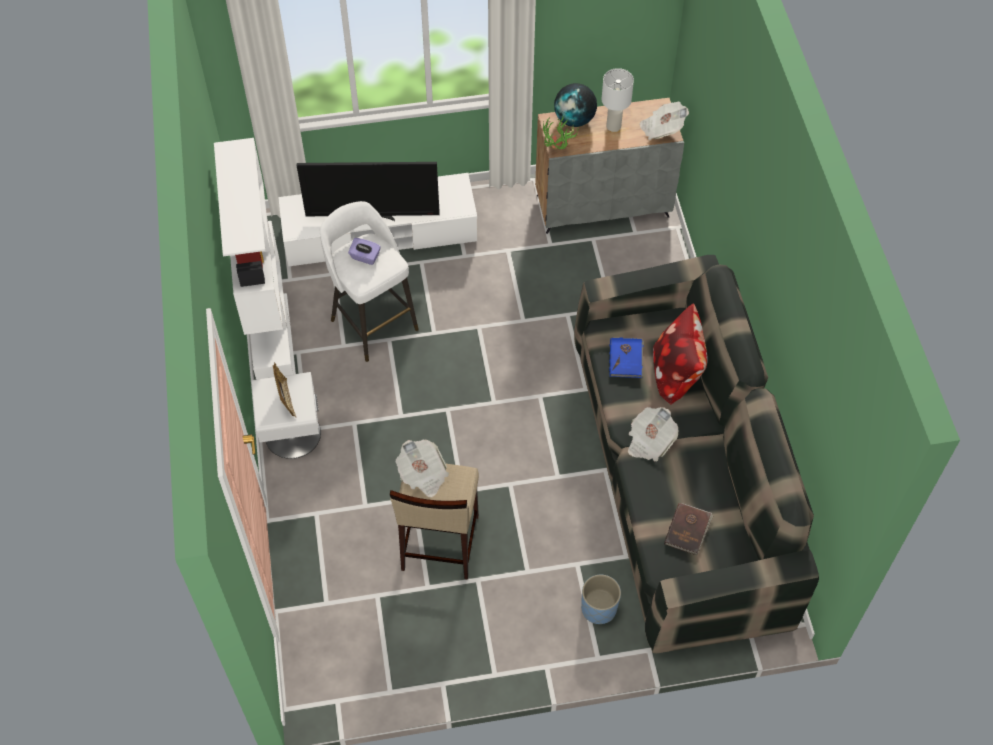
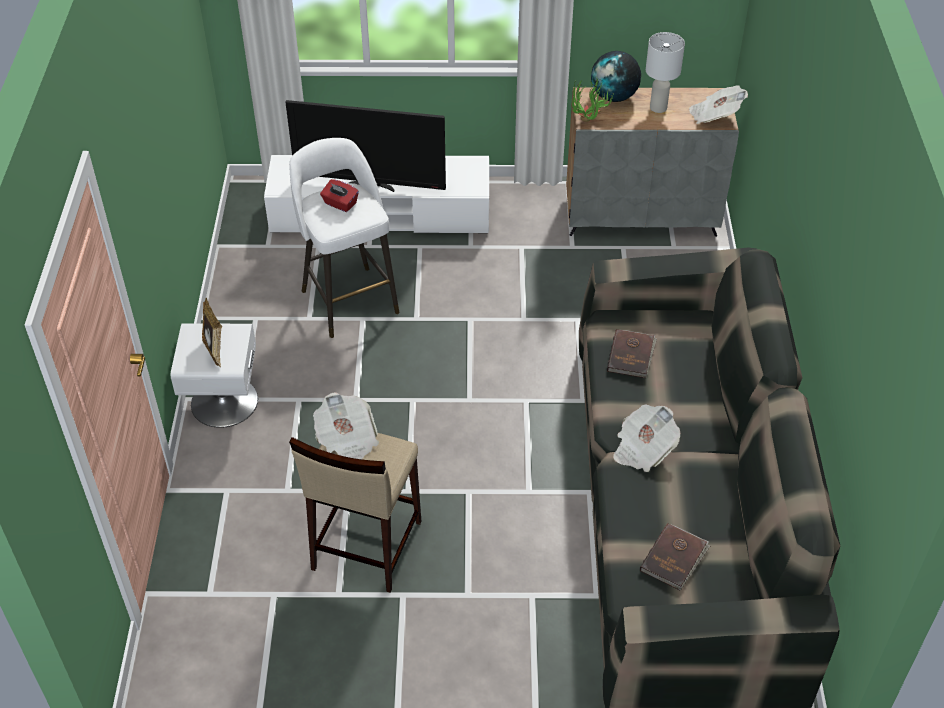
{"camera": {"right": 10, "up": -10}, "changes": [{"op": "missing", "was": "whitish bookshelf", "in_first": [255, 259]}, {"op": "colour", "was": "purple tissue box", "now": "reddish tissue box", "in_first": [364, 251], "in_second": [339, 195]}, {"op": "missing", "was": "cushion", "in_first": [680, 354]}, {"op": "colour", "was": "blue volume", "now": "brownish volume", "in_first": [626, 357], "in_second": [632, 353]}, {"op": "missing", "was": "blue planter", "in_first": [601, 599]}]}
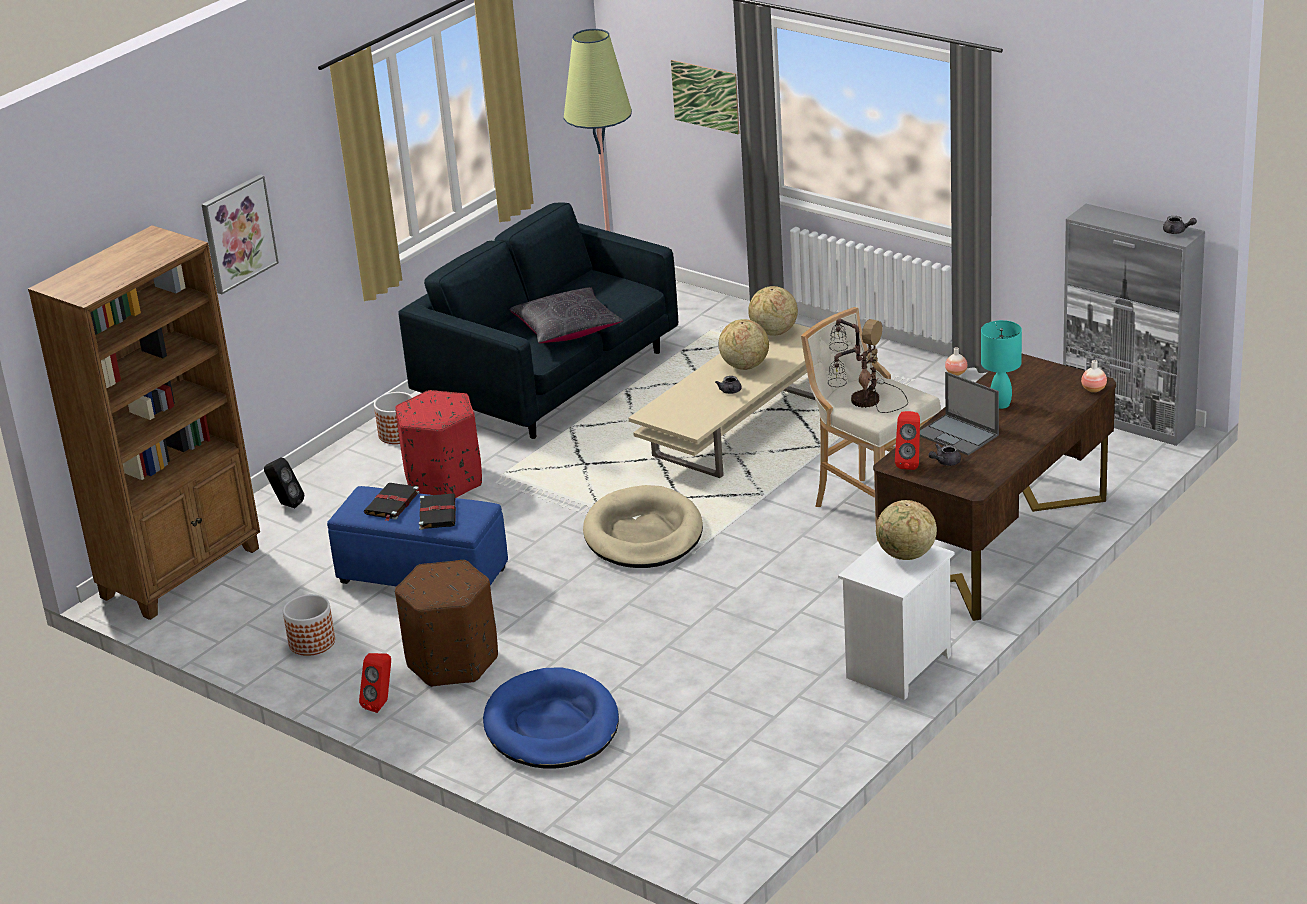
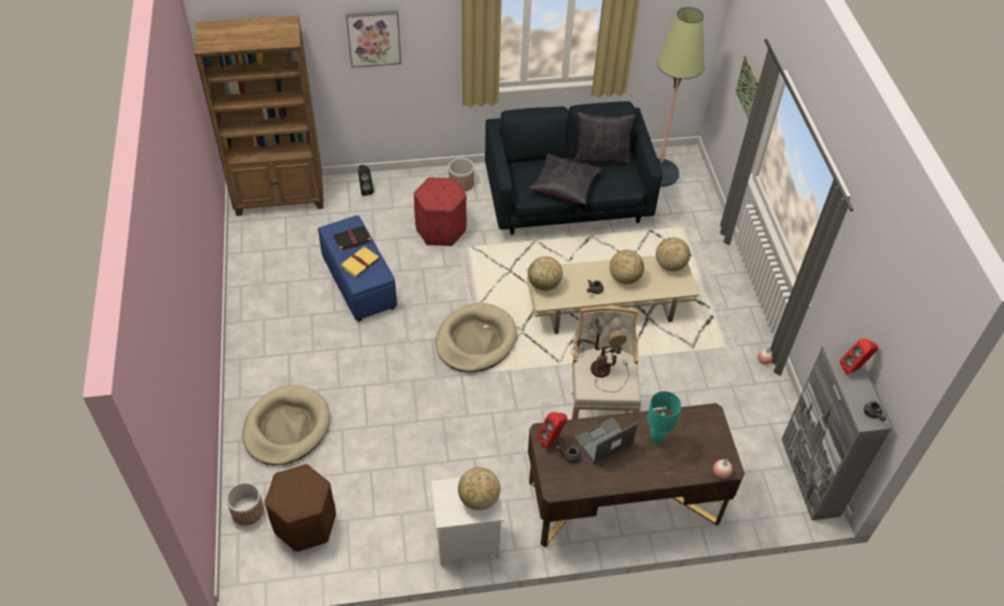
{"camera": {"right": 40, "up": 20}, "changes": [{"op": "spun", "was": "portable computer", "in_first": [959, 413], "in_second": [606, 440], "clockwise": 60}, {"op": "colour", "was": "black-coloured volume", "now": "yellow-coloured volume", "in_first": [437, 511], "in_second": [360, 261]}, {"op": "relocated", "was": "brownish ottoman", "in_first": [446, 623], "in_second": [300, 508]}, {"op": "relocated", "was": "planter", "in_first": [309, 625], "in_second": [245, 503]}, {"op": "relocated", "was": "reddish loudspeaker", "in_first": [375, 683], "in_second": [859, 356]}, {"op": "colour", "was": "blue dog cushion", "now": "beige-coloured dog cushion", "in_first": [551, 718], "in_second": [286, 425]}, {"op": "appeared", "now": "black-coloured cushion", "in_second": [605, 139]}, {"op": "appeared", "now": "globe", "in_second": [545, 273]}]}
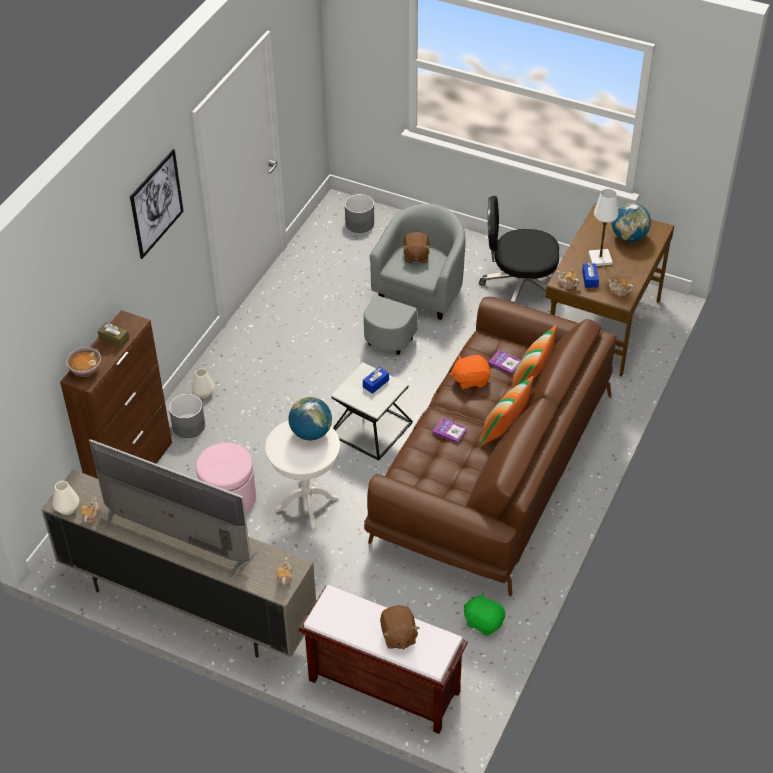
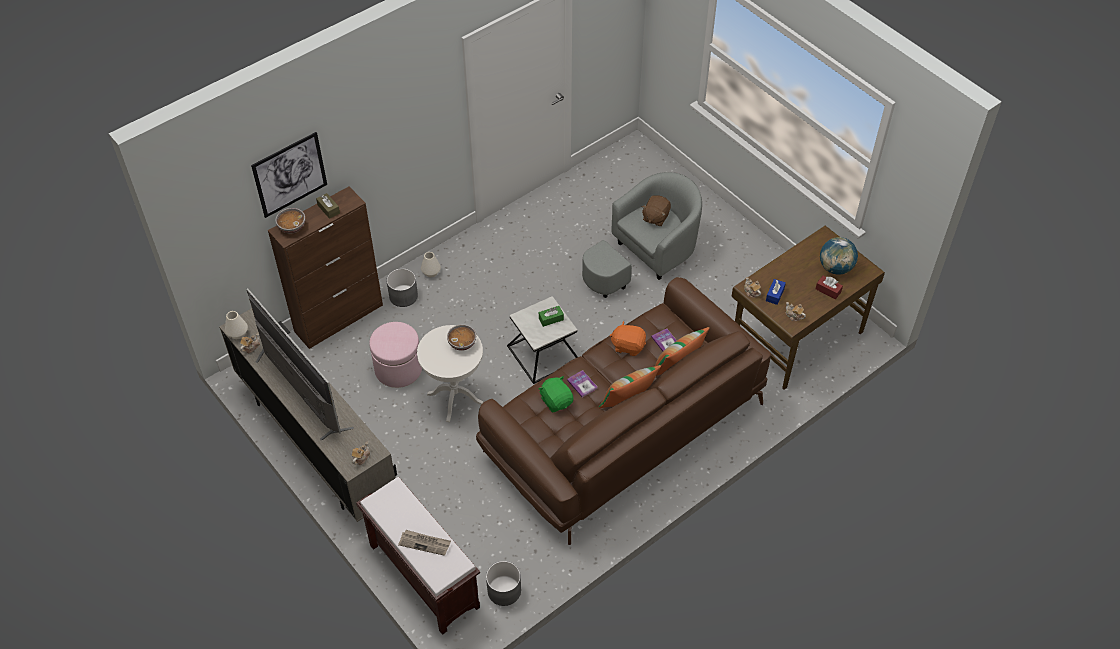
{"camera": {"right": 25, "up": 5}, "changes": [{"op": "relocated", "was": "wall art", "in_first": [157, 204], "in_second": [289, 175]}, {"op": "missing", "was": "whitish tabletop lamp", "in_first": [603, 227]}, {"op": "relocated", "was": "grey planter", "in_first": [359, 213], "in_second": [503, 583]}, {"op": "missing", "was": "black-coloured computer chair", "in_first": [519, 250]}, {"op": "colour", "was": "blue tissue box", "now": "greenish tissue box", "in_first": [376, 380], "in_second": [551, 316]}, {"op": "exchanged", "was": "globe", "now": "deep dish", "in_first": [310, 418], "in_second": [461, 337]}, {"op": "relocated", "was": "greenish cuddly toy", "in_first": [484, 614], "in_second": [556, 394]}, {"op": "exchanged", "was": "brownish cuddly toy", "now": "newspaper", "in_first": [400, 627], "in_second": [424, 543]}, {"op": "appeared", "now": "reddish tissue box", "in_second": [829, 287]}]}
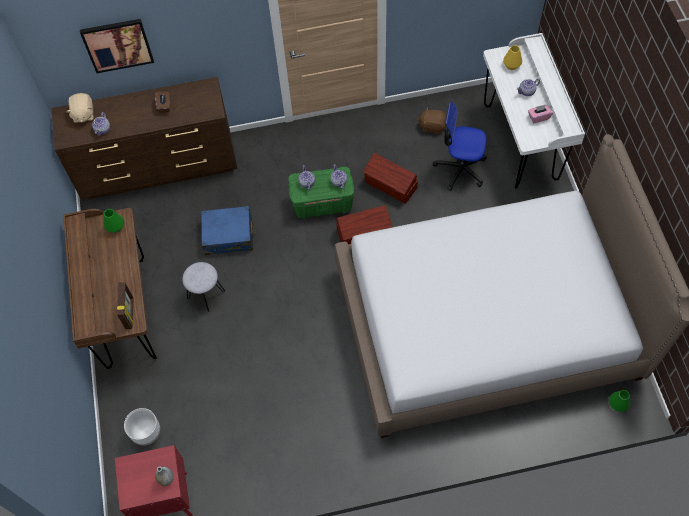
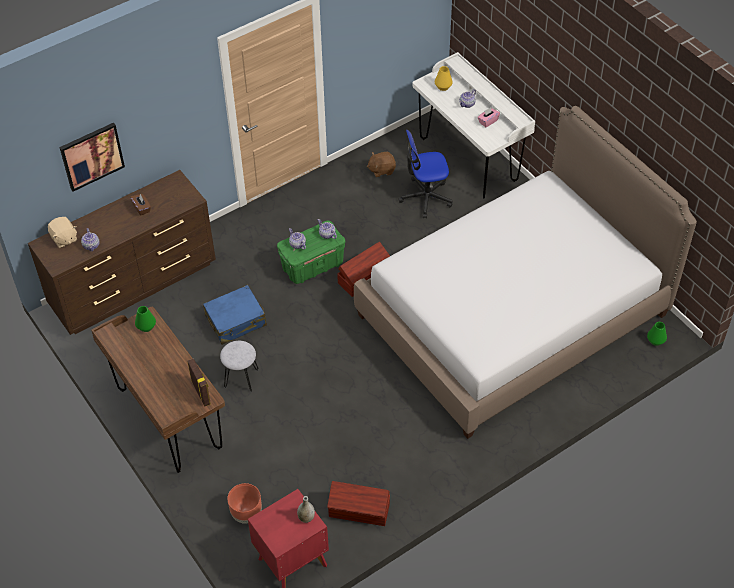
{"camera": {"right": -25, "up": -10}, "changes": [{"op": "relocated", "was": "brownish storage box", "in_first": [390, 178], "in_second": [358, 503]}, {"op": "colour", "was": "whitish planter", "now": "brownish planter", "in_first": [142, 427], "in_second": [244, 503]}]}
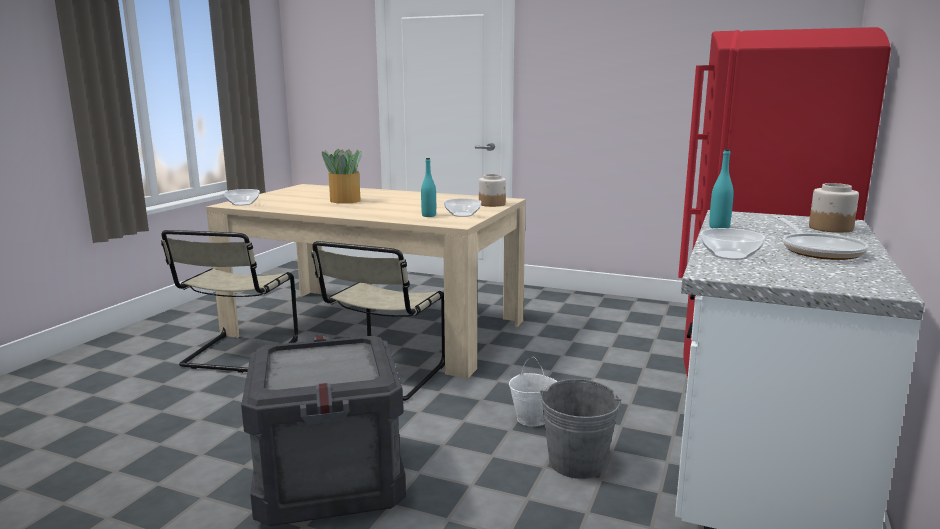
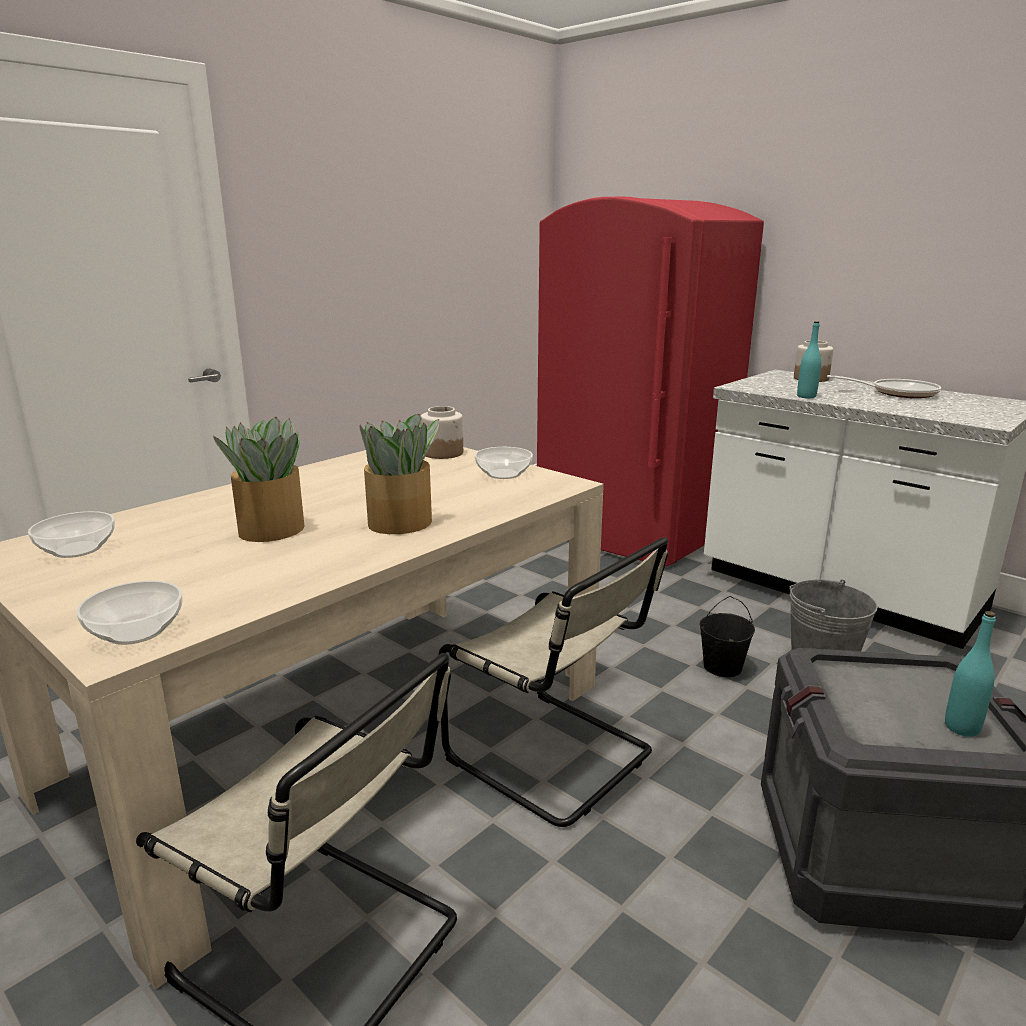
{"camera": {"right": -70, "up": 5}, "changes": [{"op": "relocated", "was": "blue-green drink bottle", "in_first": [428, 187], "in_second": [970, 674]}, {"op": "relocated", "was": "deep dish", "in_first": [732, 244], "in_second": [71, 534]}, {"op": "colour", "was": "whitish bucket", "now": "black-coloured bucket", "in_first": [533, 391], "in_second": [727, 636]}, {"op": "appeared", "now": "plant in a pot", "in_second": [399, 474]}]}
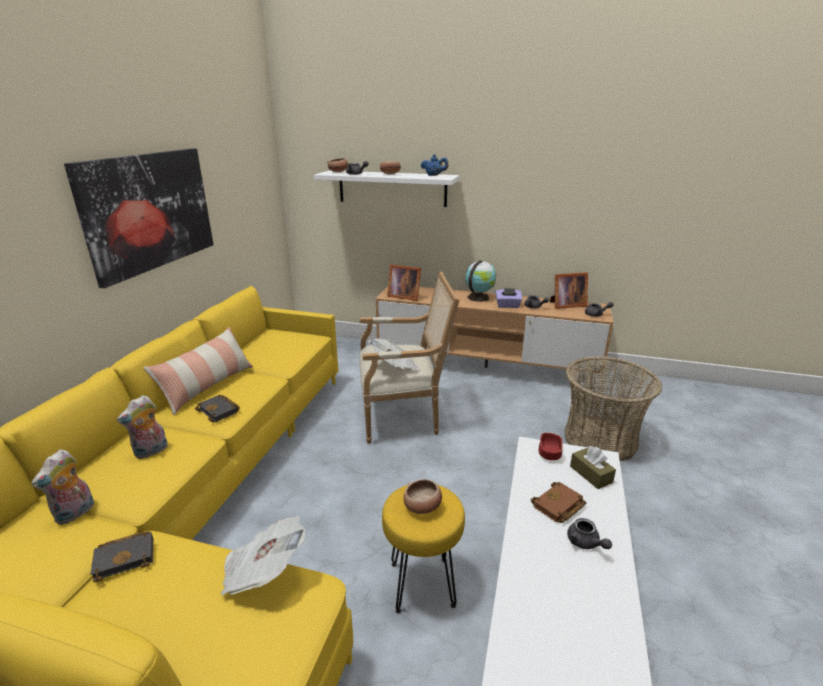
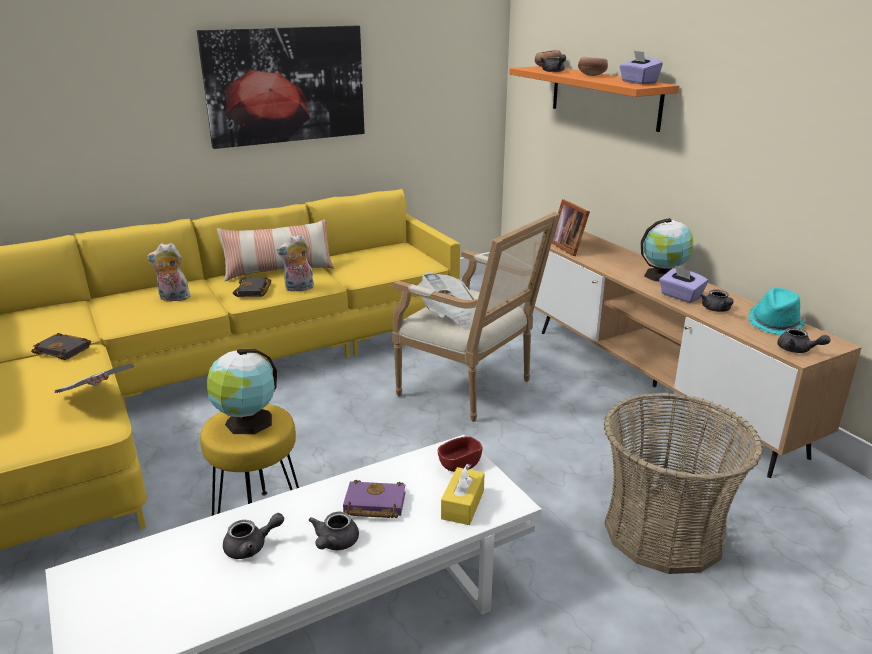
{"camera": {"right": 45, "up": 0}, "changes": [{"op": "exchanged", "was": "blue pot for tea", "now": "purple tissue box", "in_first": [435, 165], "in_second": [641, 67]}, {"op": "colour", "was": "whitish shelf", "now": "orangey shelf", "in_first": [386, 189], "in_second": [594, 99]}, {"op": "exchanged", "was": "picture frame", "now": "blue-green wearable hat", "in_first": [569, 290], "in_second": [777, 311]}, {"op": "colour", "was": "brownish tissue box", "now": "yellow-coloured tissue box", "in_first": [593, 467], "in_second": [463, 494]}, {"op": "relocated", "was": "cuddly toy", "in_first": [62, 487], "in_second": [295, 263]}, {"op": "exchanged", "was": "deep dish", "now": "globe", "in_first": [423, 496], "in_second": [242, 392]}, {"op": "colour", "was": "brownish volume", "now": "purple volume", "in_first": [558, 502], "in_second": [374, 499]}, {"op": "appeared", "now": "grey pot for tea", "in_second": [253, 536]}]}
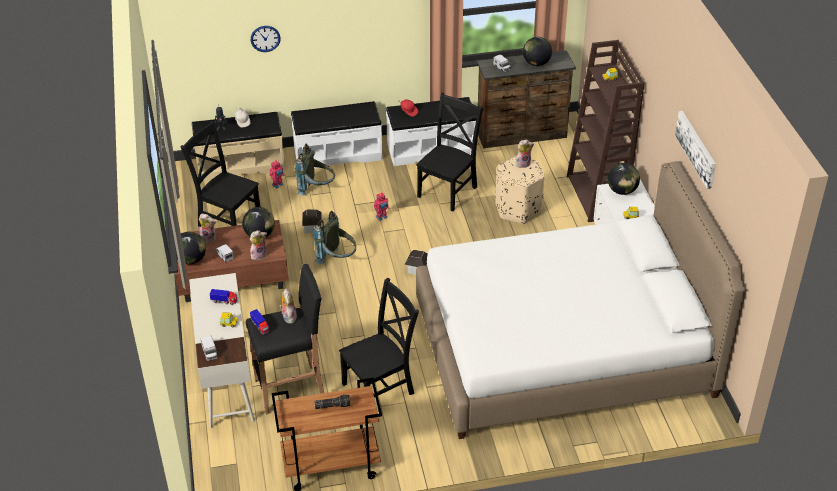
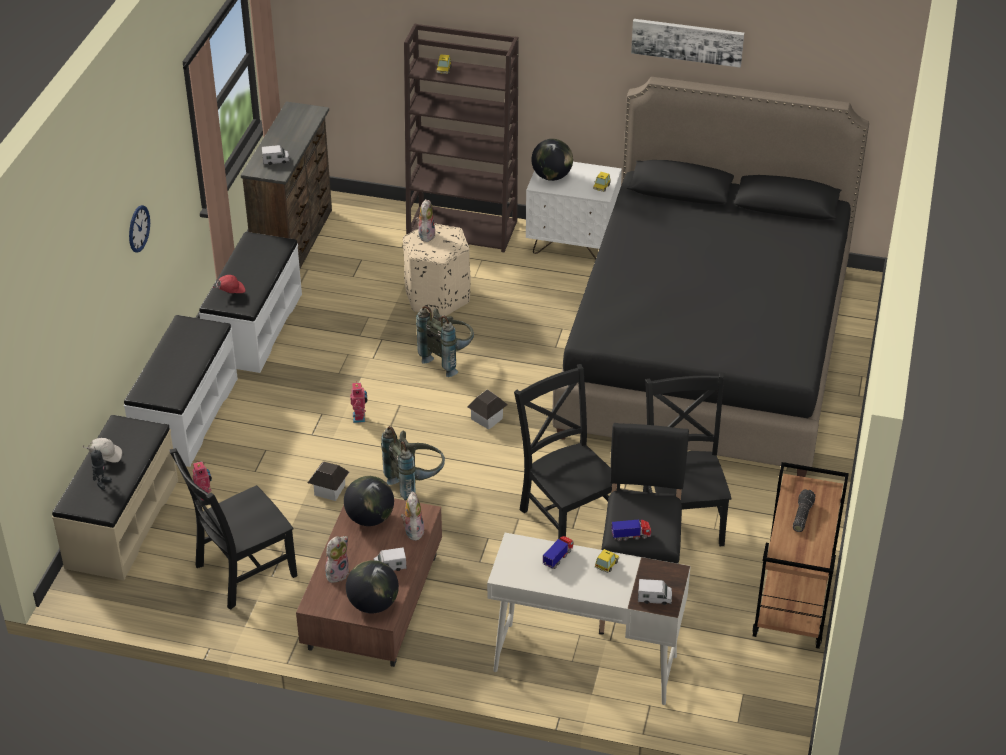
{"camera": {"right": -65, "up": 0}, "changes": [{"op": "relocated", "was": "clock on the wall", "in_first": [266, 39], "in_second": [139, 229]}, {"op": "missing", "was": "globe", "in_first": [537, 51]}, {"op": "relocated", "was": "black-coloured upright chair", "in_first": [450, 152], "in_second": [567, 451]}, {"op": "relocated", "was": "grey rucksack", "in_first": [315, 169], "in_second": [445, 341]}, {"op": "colour", "was": "whitish bed", "now": "black-coloured bed", "in_first": [581, 300], "in_second": [710, 277]}, {"op": "missing", "was": "cuddly toy", "in_first": [288, 306]}]}
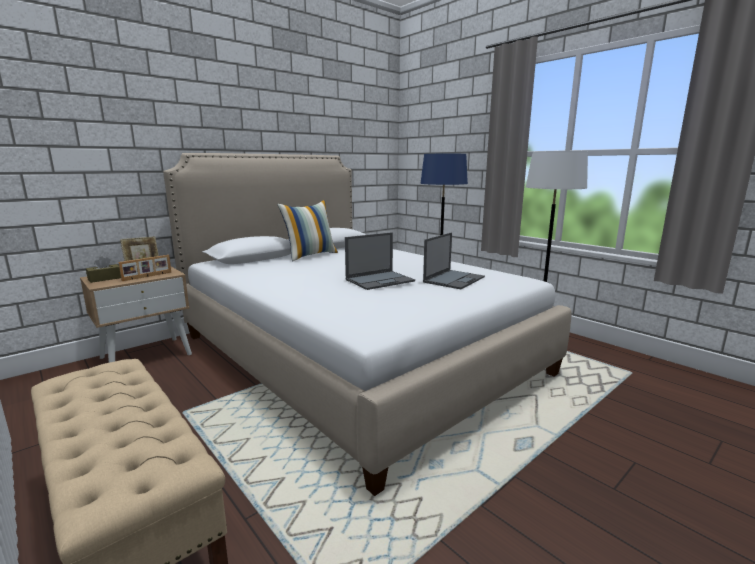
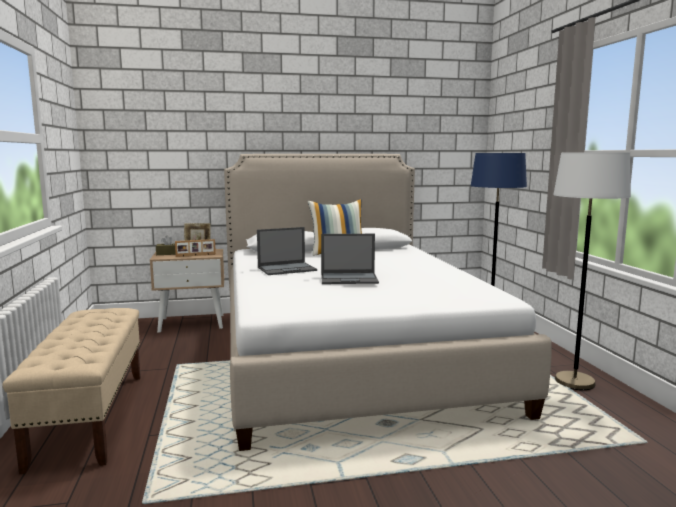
{"camera": {"right": 30, "up": -5}, "changes": [{"op": "relocated", "was": "portable computer", "in_first": [454, 261], "in_second": [287, 251]}]}
